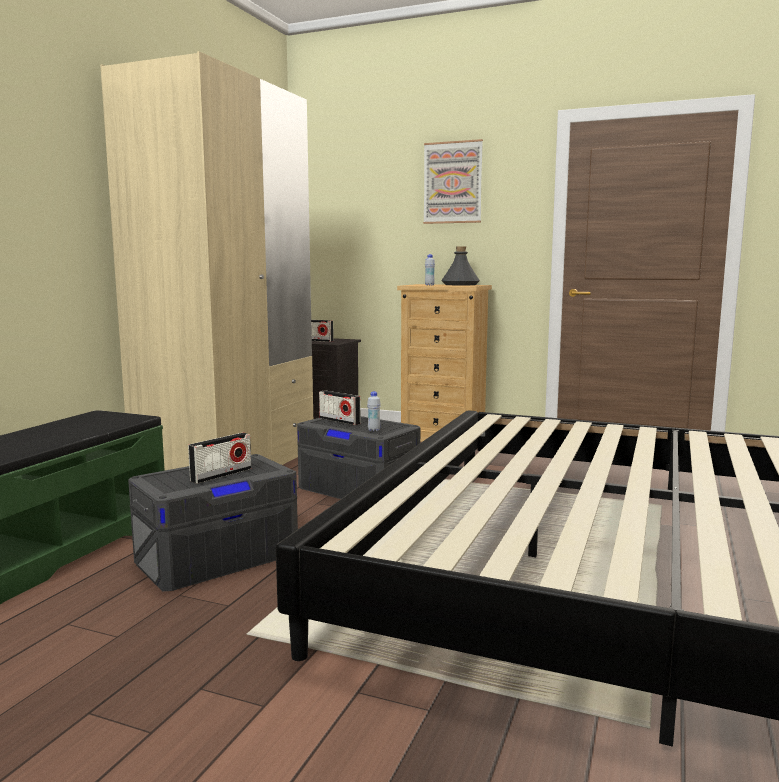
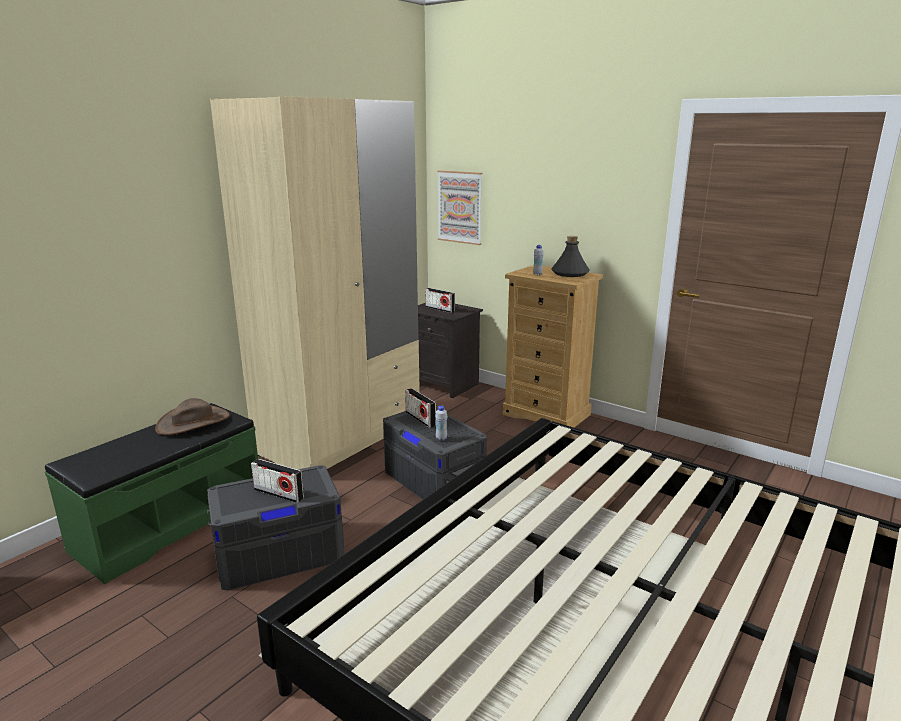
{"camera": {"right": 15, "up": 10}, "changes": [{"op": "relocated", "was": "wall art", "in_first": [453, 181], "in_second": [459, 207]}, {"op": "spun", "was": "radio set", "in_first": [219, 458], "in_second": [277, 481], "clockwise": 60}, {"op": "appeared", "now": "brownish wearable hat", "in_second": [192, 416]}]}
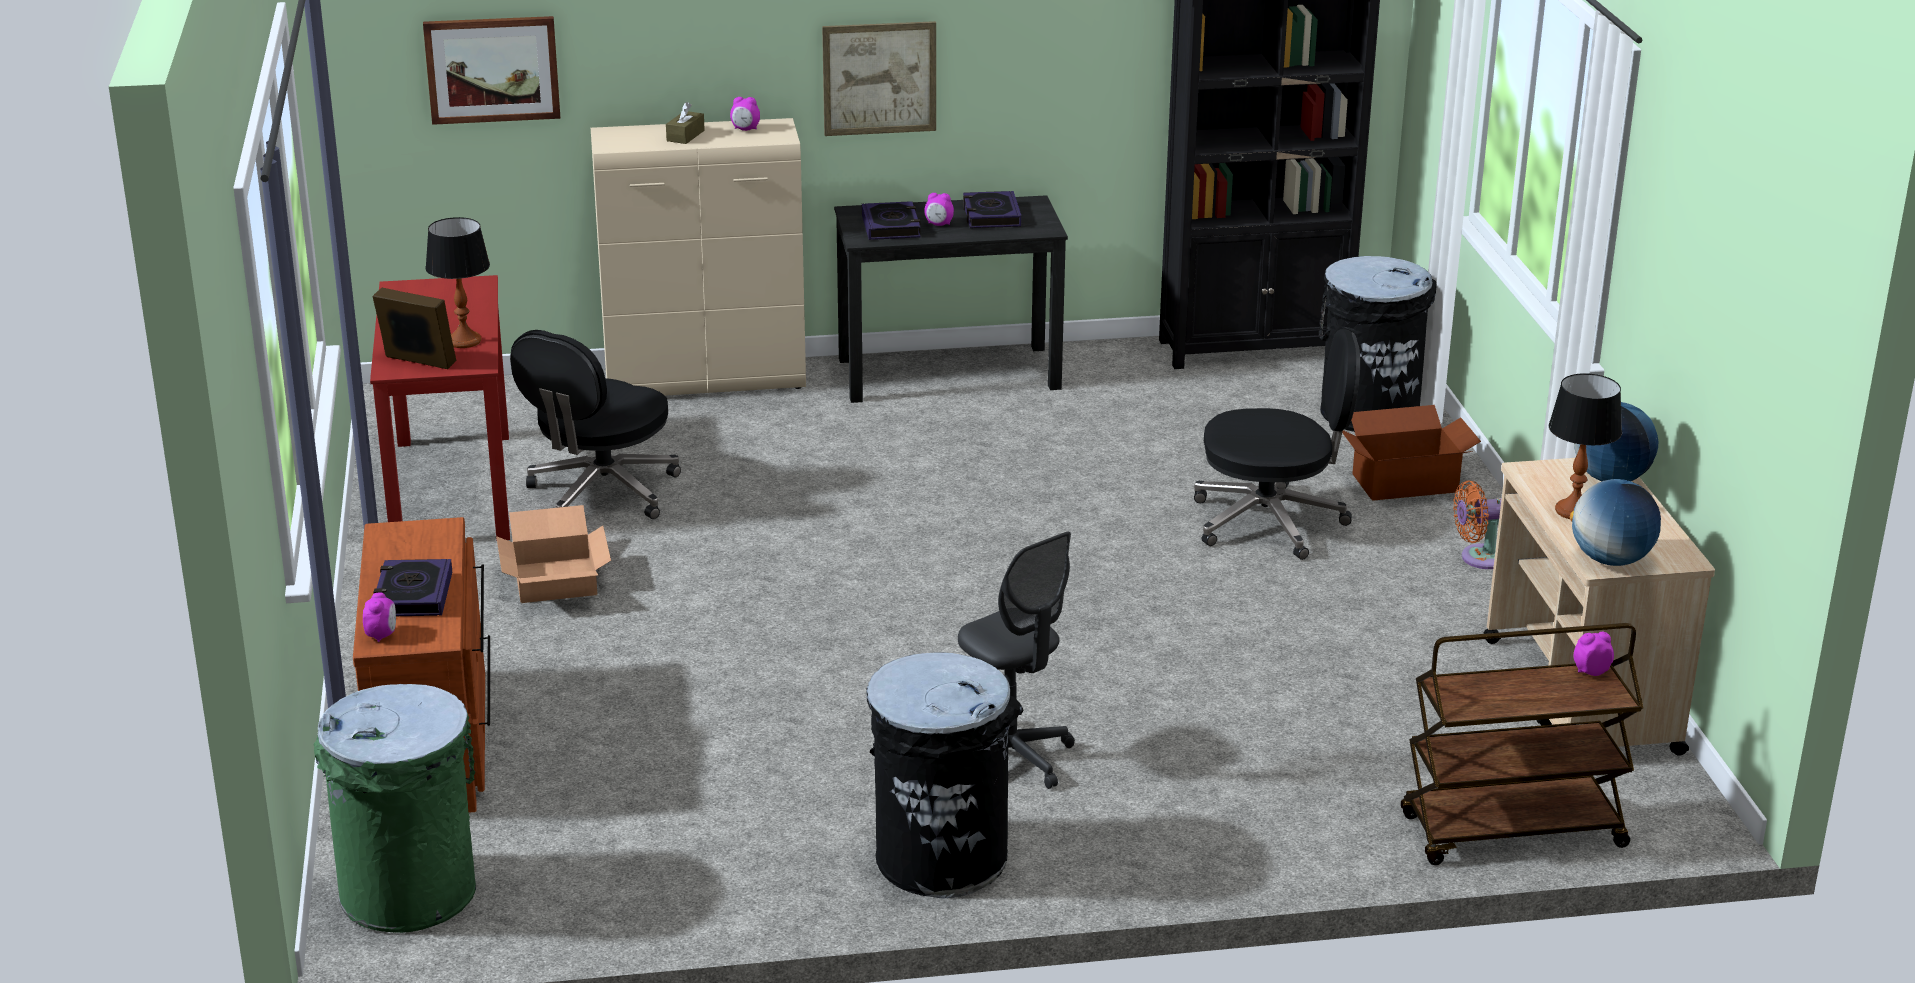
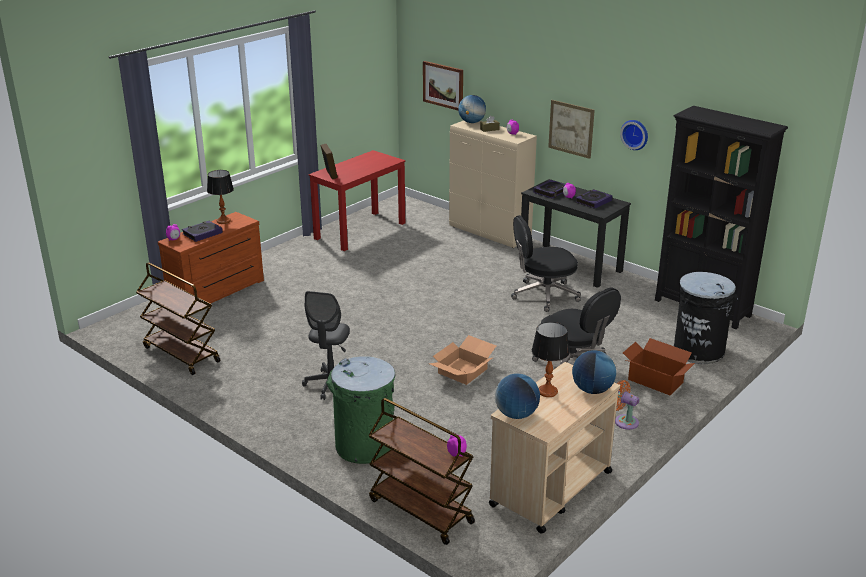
{"camera": {"right": 50, "up": 0}, "changes": [{"op": "relocated", "was": "tabletop lamp", "in_first": [457, 282], "in_second": [220, 197]}, {"op": "relocated", "was": "black-coloured computer chair", "in_first": [595, 424], "in_second": [546, 263]}, {"op": "relocated", "was": "cardboard box", "in_first": [553, 554], "in_second": [462, 360]}, {"op": "missing", "was": "black-coloured waste bin", "in_first": [945, 775]}, {"op": "relocated", "was": "greenish waste bin", "in_first": [395, 808], "in_second": [360, 410]}, {"op": "appeared", "now": "globe", "in_second": [472, 109]}, {"op": "appeared", "now": "clock on the wall", "in_second": [634, 135]}, {"op": "appeared", "now": "brownish wheeled cart", "in_second": [178, 318]}]}
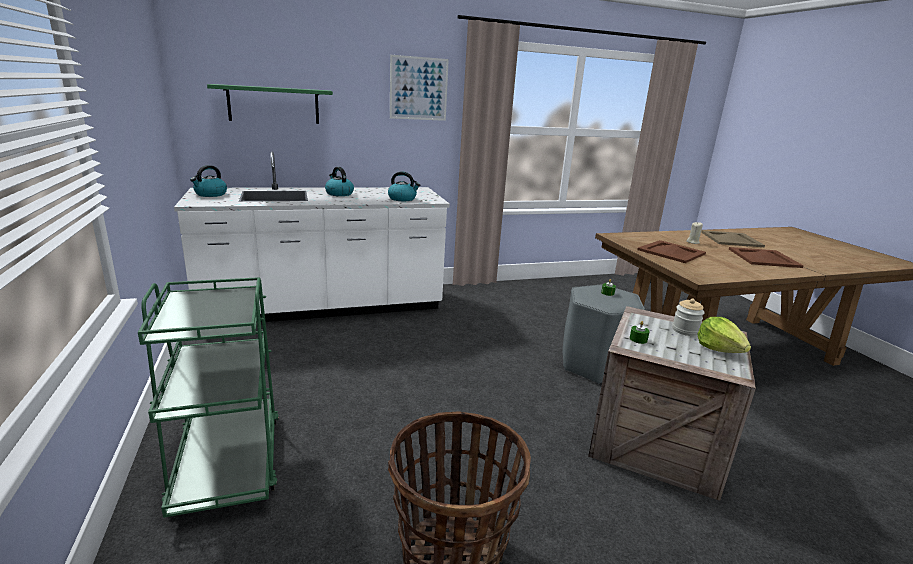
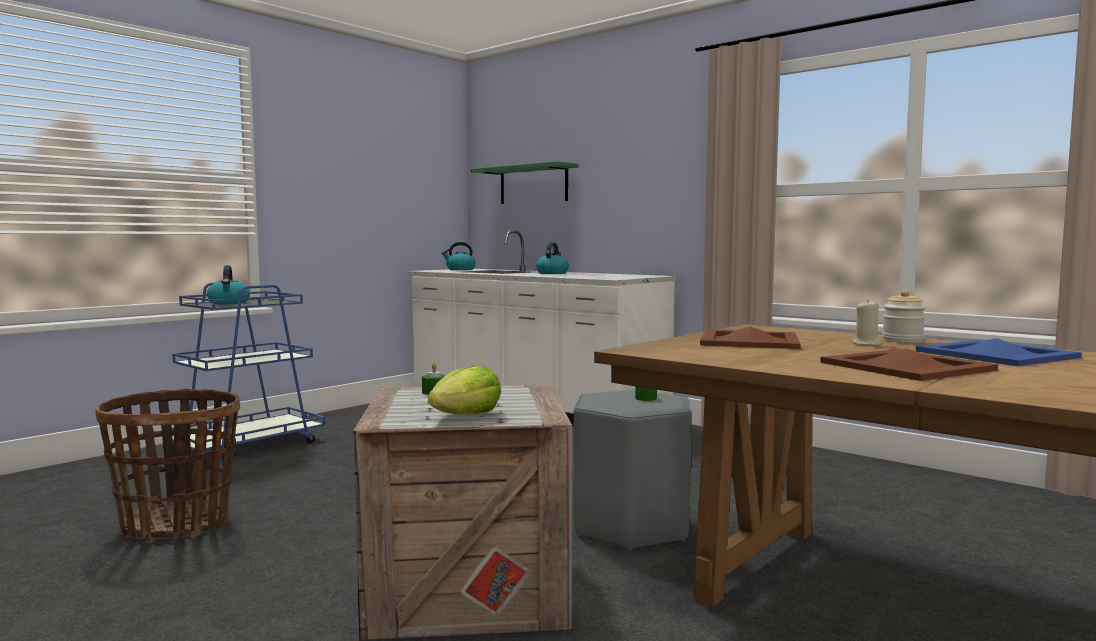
{"camera": {"right": 60, "up": -15}, "changes": [{"op": "missing", "was": "wall art", "in_first": [419, 88]}, {"op": "relocated", "was": "water kettle", "in_first": [404, 186], "in_second": [228, 284]}, {"op": "colour", "was": "beige-coloured serving tray", "now": "blue serving tray", "in_first": [733, 238], "in_second": [999, 352]}, {"op": "colour", "was": "greenish wheeled cart", "now": "blue wheeled cart", "in_first": [208, 397], "in_second": [248, 373]}, {"op": "relocated", "was": "jar", "in_first": [688, 317], "in_second": [903, 316]}]}
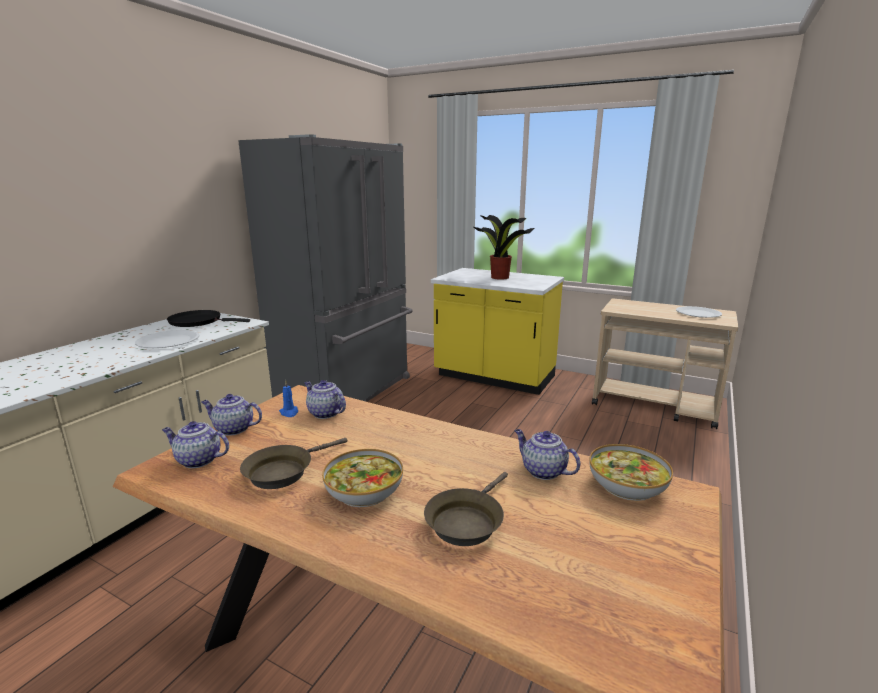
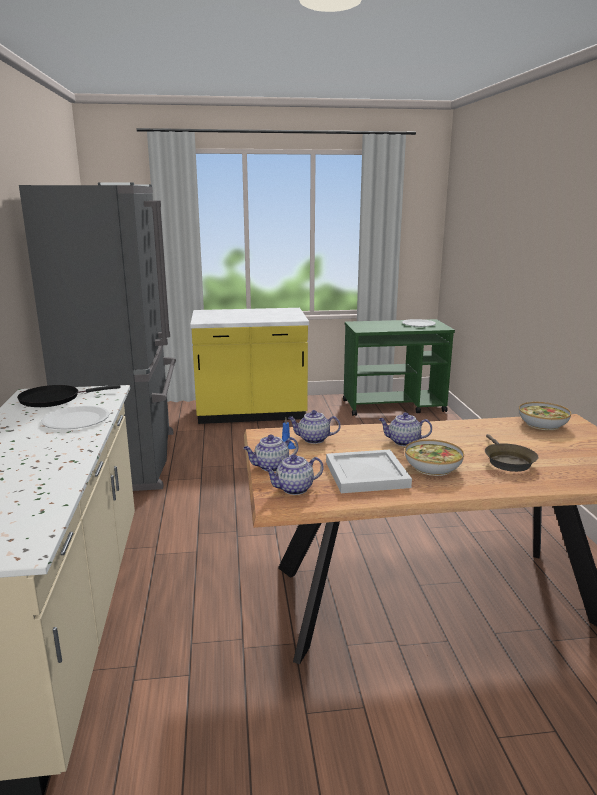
{"camera": {"right": -35, "up": 0}, "changes": [{"op": "missing", "was": "plant in a pot", "in_first": [504, 247]}, {"op": "colour", "was": "beige-coloured wheeled cart", "now": "greenish wheeled cart", "in_first": [665, 363], "in_second": [399, 367]}, {"op": "relocated", "was": "pot for tea", "in_first": [547, 454], "in_second": [405, 429]}, {"op": "exchanged", "was": "brownish pan", "now": "whitish serving tray", "in_first": [293, 463], "in_second": [369, 471]}]}
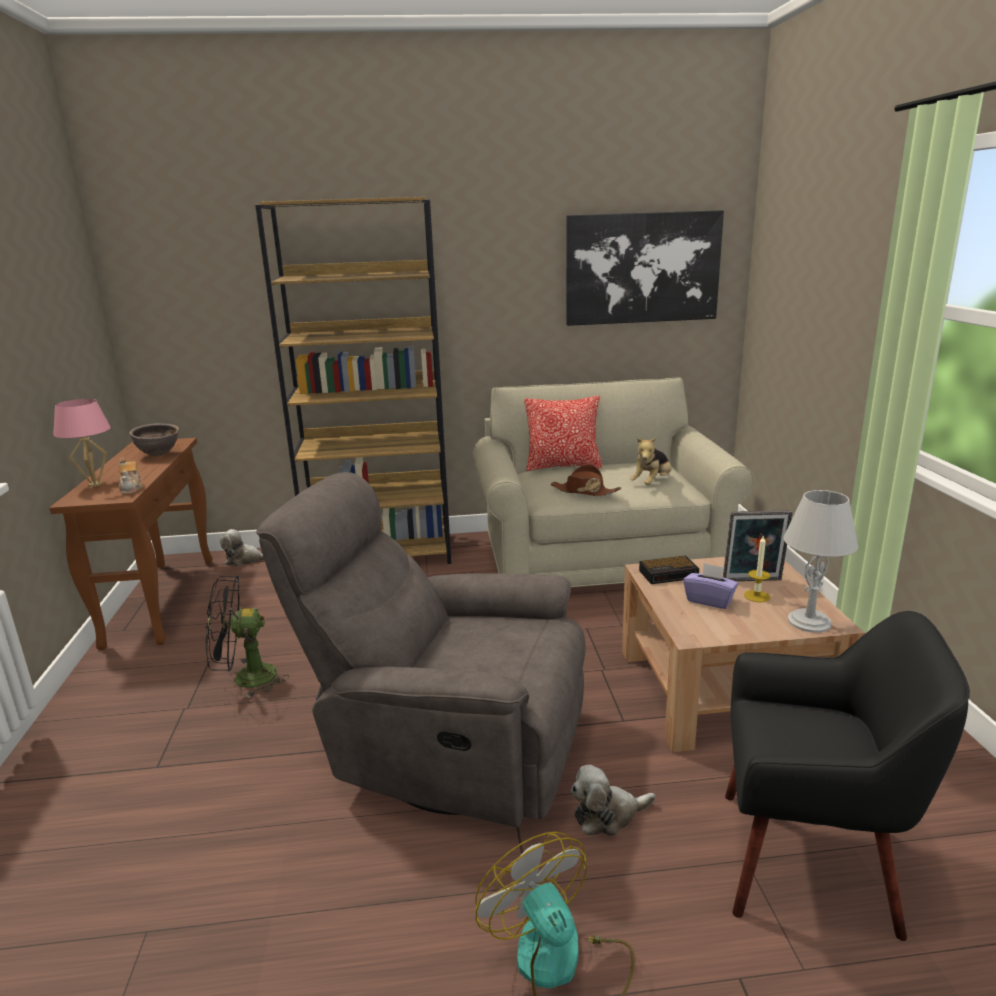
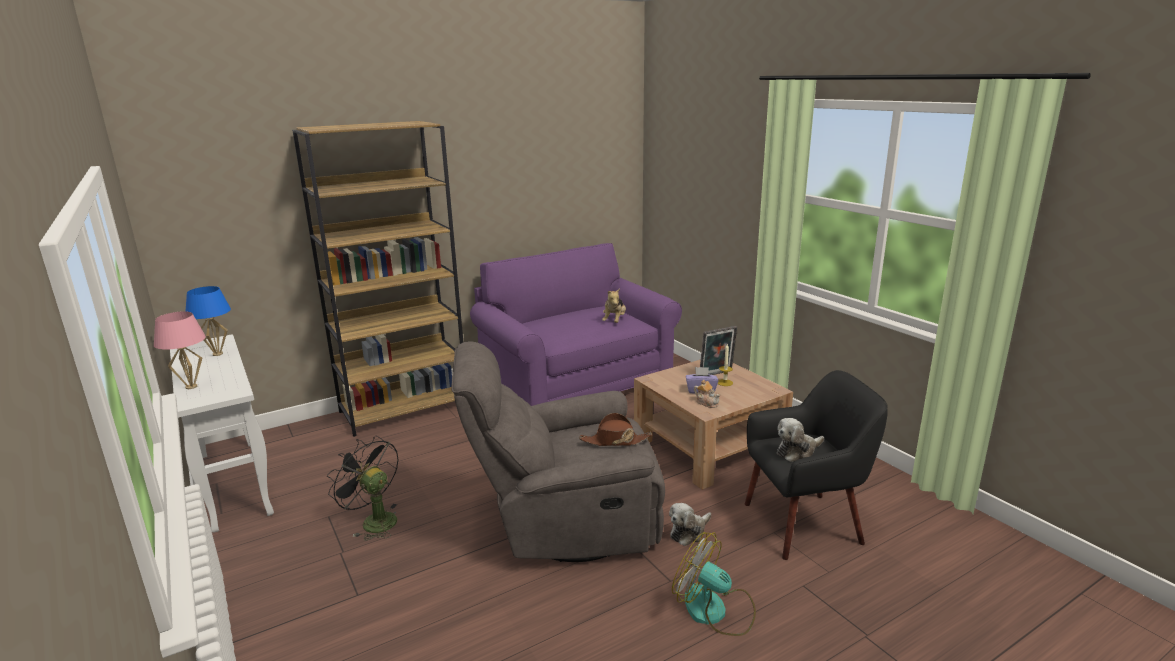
{"camera": {"right": -25, "up": 0}, "changes": [{"op": "missing", "was": "wall art", "in_first": [645, 268]}, {"op": "colour", "was": "beige-coloured sofa", "now": "purple sofa", "in_first": [614, 482], "in_second": [576, 324]}, {"op": "missing", "was": "cushion", "in_first": [563, 433]}, {"op": "exchanged", "was": "brownish deep dish", "now": "blue tabletop lamp", "in_first": [154, 440], "in_second": [208, 321]}, {"op": "colour", "was": "brownish hall table", "now": "whitish hall table", "in_first": [130, 544], "in_second": [222, 433]}, {"op": "relocated", "was": "pot for tea", "in_first": [131, 476], "in_second": [707, 394]}, {"op": "relocated", "was": "brownish wearable hat", "in_first": [585, 480], "in_second": [615, 429]}, {"op": "missing", "was": "grey tabletop lamp", "in_first": [820, 561]}, {"op": "relocated", "was": "cuddly toy", "in_first": [242, 547], "in_second": [800, 440]}, {"op": "missing", "was": "bedside clock", "in_first": [669, 570]}, {"op": "spun", "was": "black-coloured electric fan", "in_first": [247, 637], "in_second": [362, 488], "clockwise": 75}]}
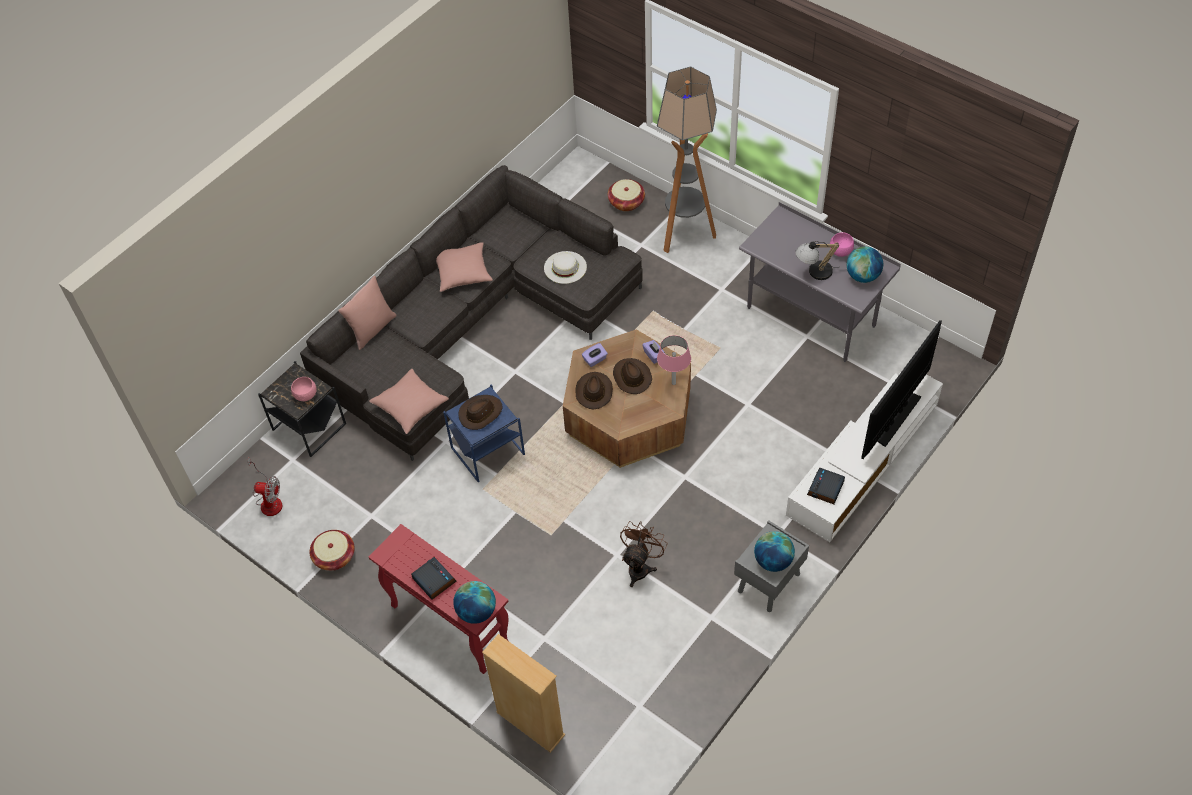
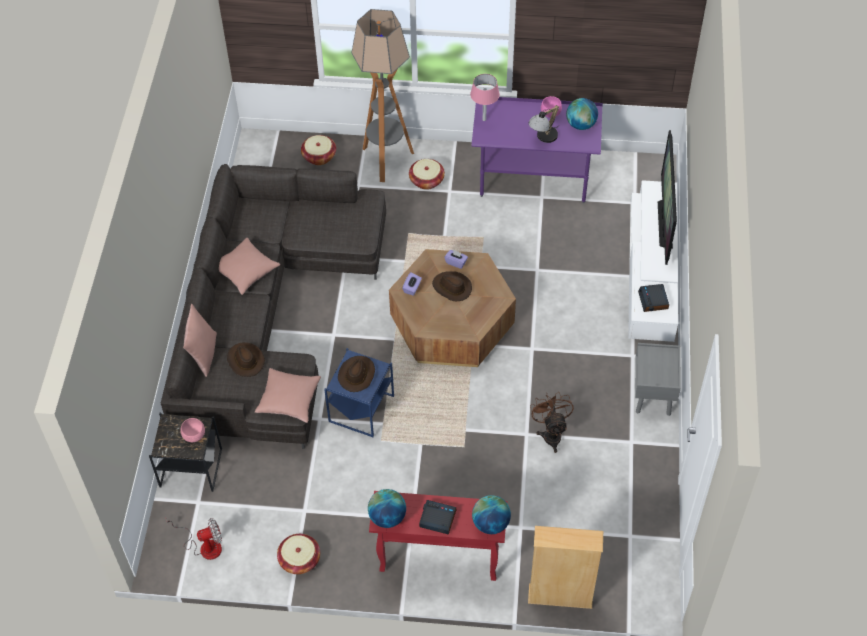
{"camera": {"right": -35, "up": 0}, "changes": [{"op": "colour", "was": "grey desk unit", "now": "purple desk unit", "in_first": [820, 282], "in_second": [537, 150]}, {"op": "missing", "was": "whitish wearable hat", "in_first": [565, 267]}, {"op": "relocated", "was": "pinkish tabletop lamp", "in_first": [674, 360], "in_second": [485, 97]}, {"op": "relocated", "was": "brownish wearable hat", "in_first": [594, 390], "in_second": [246, 359]}, {"op": "relocated", "was": "globe", "in_first": [774, 551], "in_second": [387, 508]}, {"op": "appeared", "now": "household basket", "in_second": [427, 174]}]}
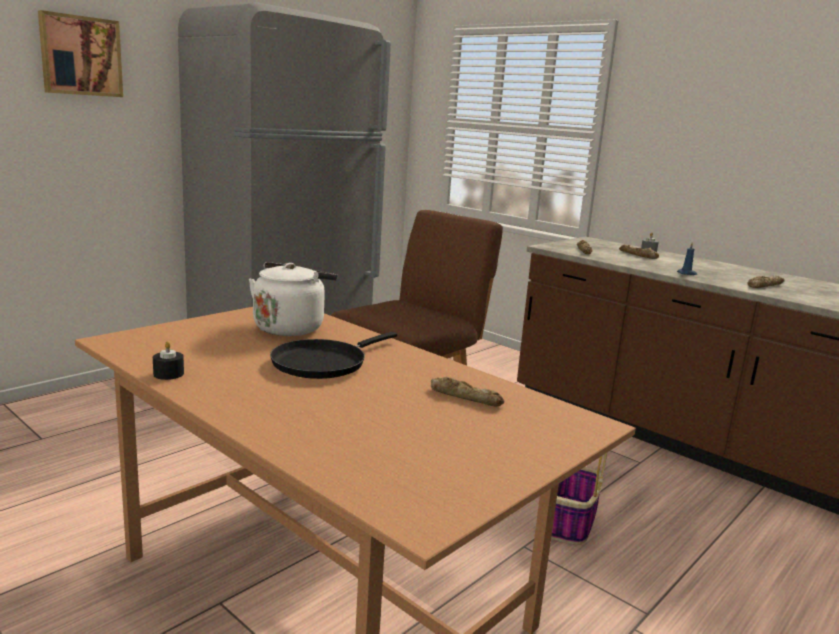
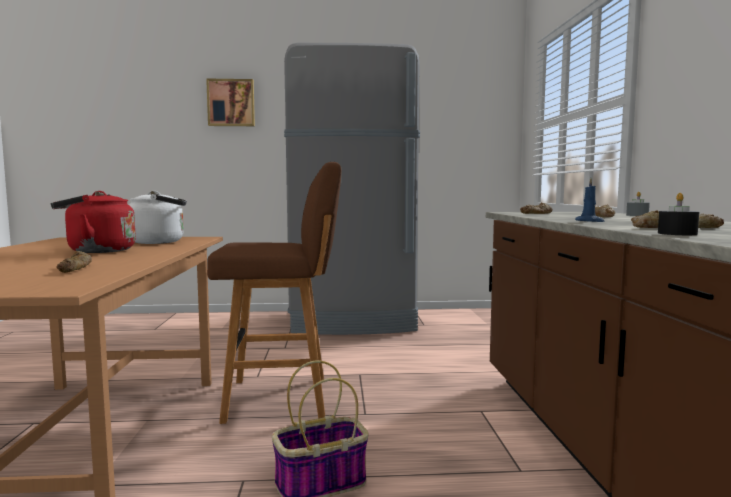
{"camera": {"right": 45, "up": -10}, "changes": [{"op": "exchanged", "was": "black-coloured pan", "now": "reddish water kettle", "in_first": [333, 355], "in_second": [93, 222]}, {"op": "relocated", "was": "black-coloured wax light", "in_first": [168, 360], "in_second": [678, 214]}]}
